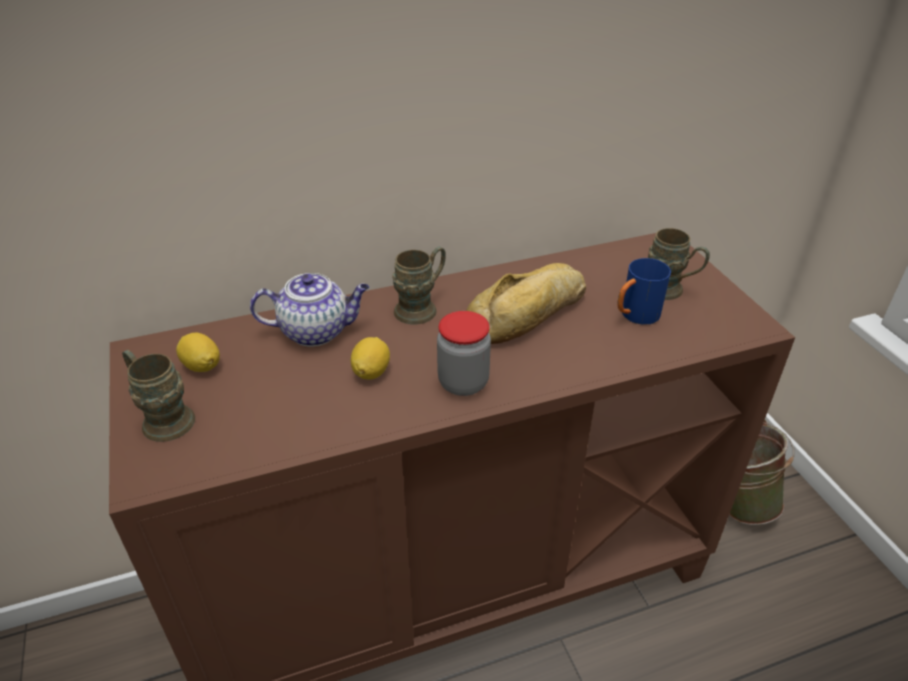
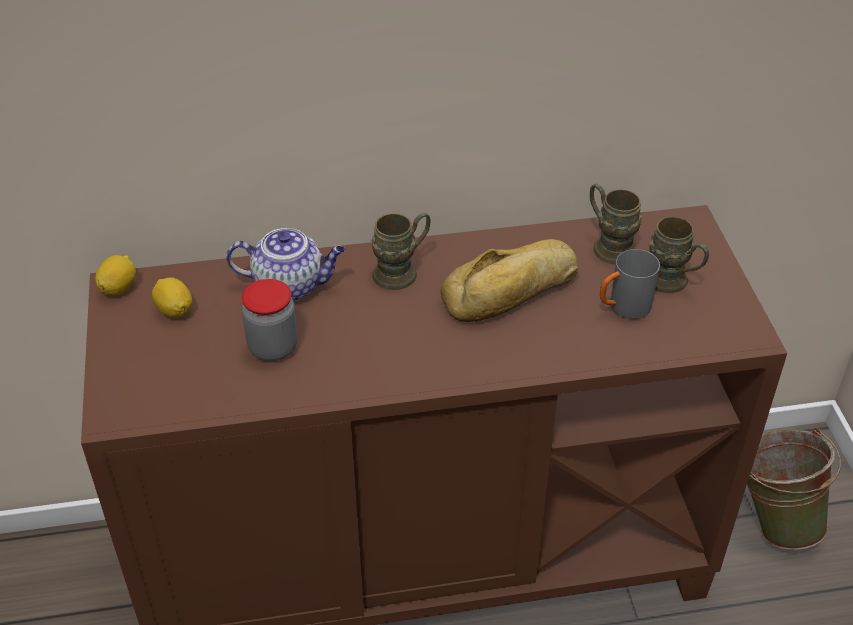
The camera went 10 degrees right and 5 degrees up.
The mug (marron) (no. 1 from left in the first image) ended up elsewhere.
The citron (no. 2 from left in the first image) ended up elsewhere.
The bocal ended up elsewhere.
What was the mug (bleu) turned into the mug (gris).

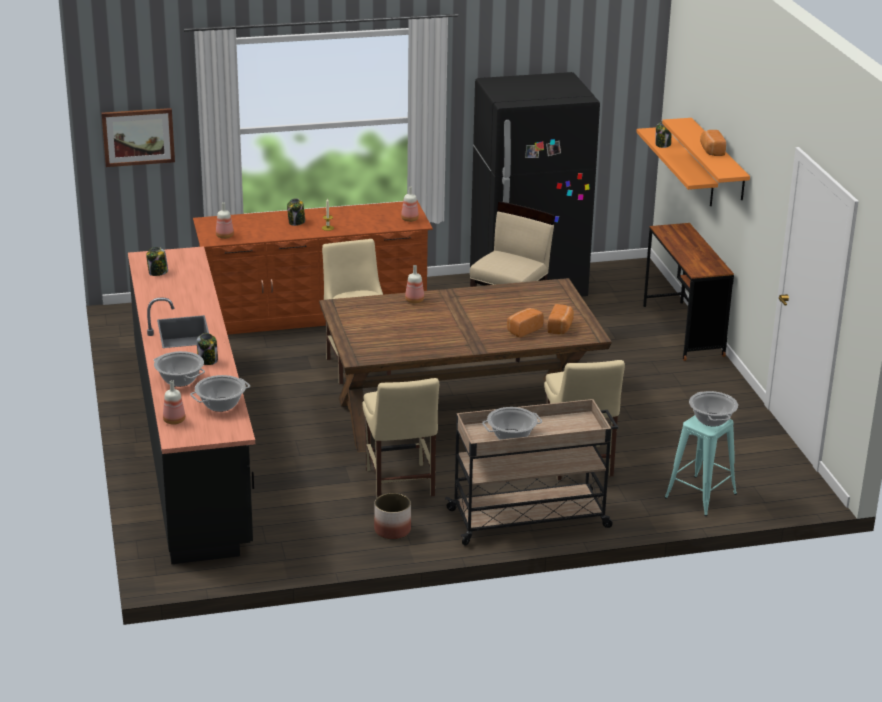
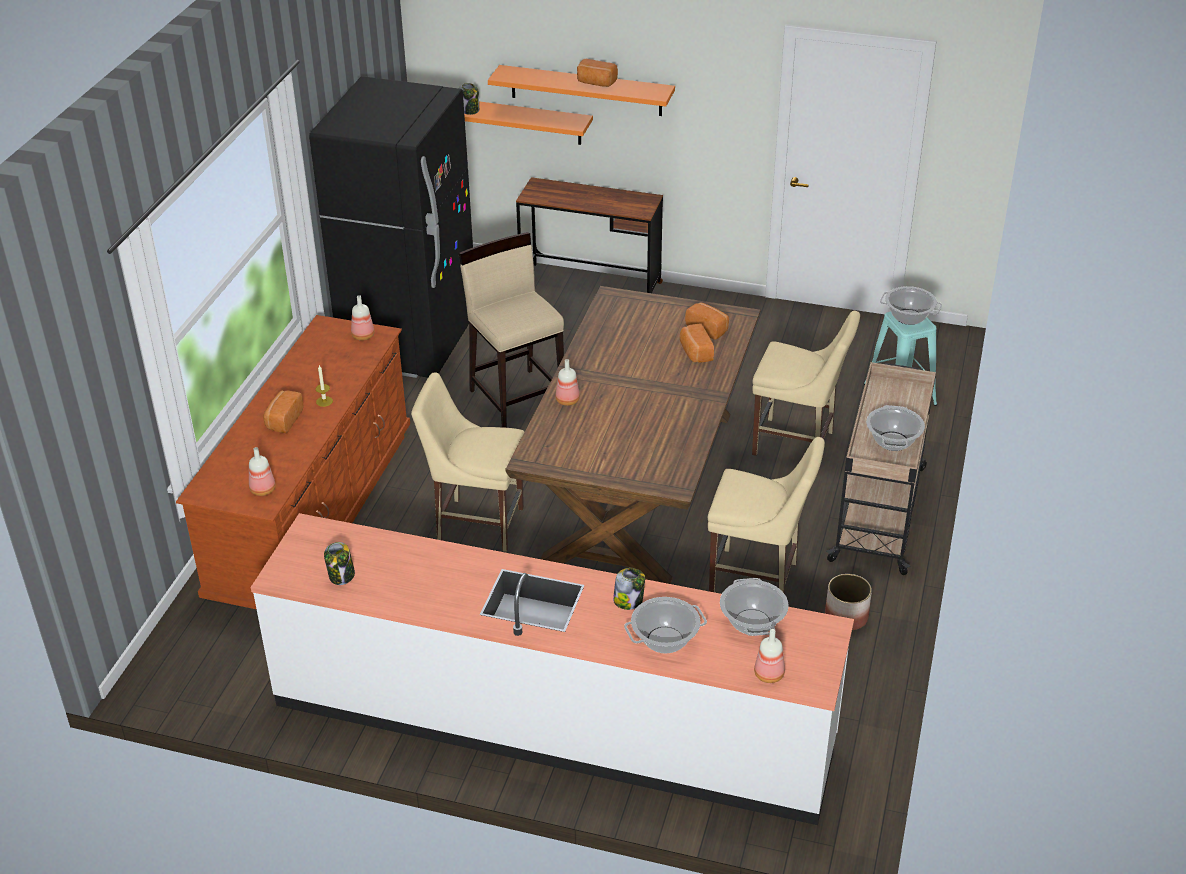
The camera went 60 degrees left and 10 degrees up.
The second view lost the tableau.
Where the bocal (no. 3 from left) stood, the pain (no. 1 from left) came to stand.
What was the comptoir de cuisine (noir) turned into the comptoir de cuisine (blanc).

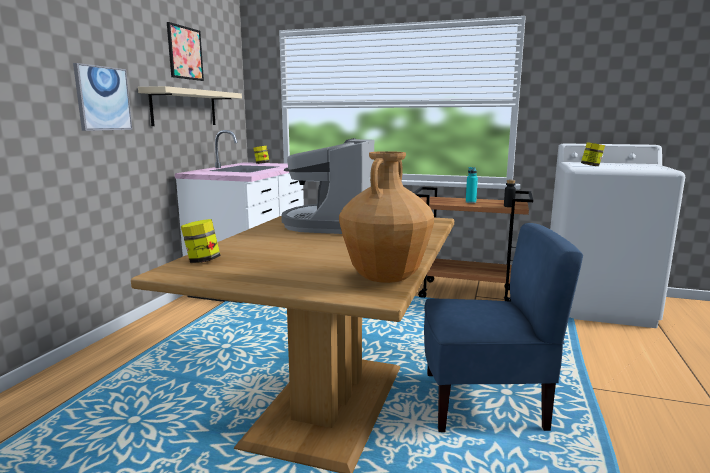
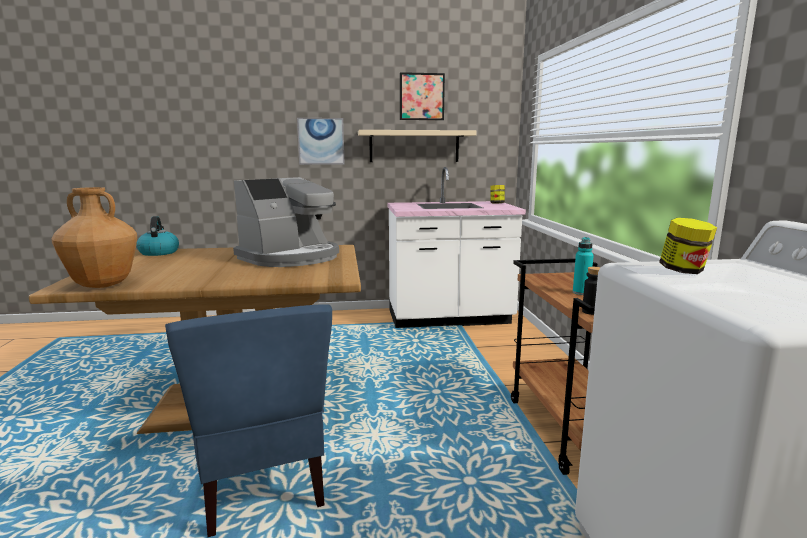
The camera went 65 degrees right and 0 degrees up.
Where the bocal (no. 1 from left) stood, the bouilloire came to stand.
The machine à café ended up facing another way, 150 degrees clockwise from before.

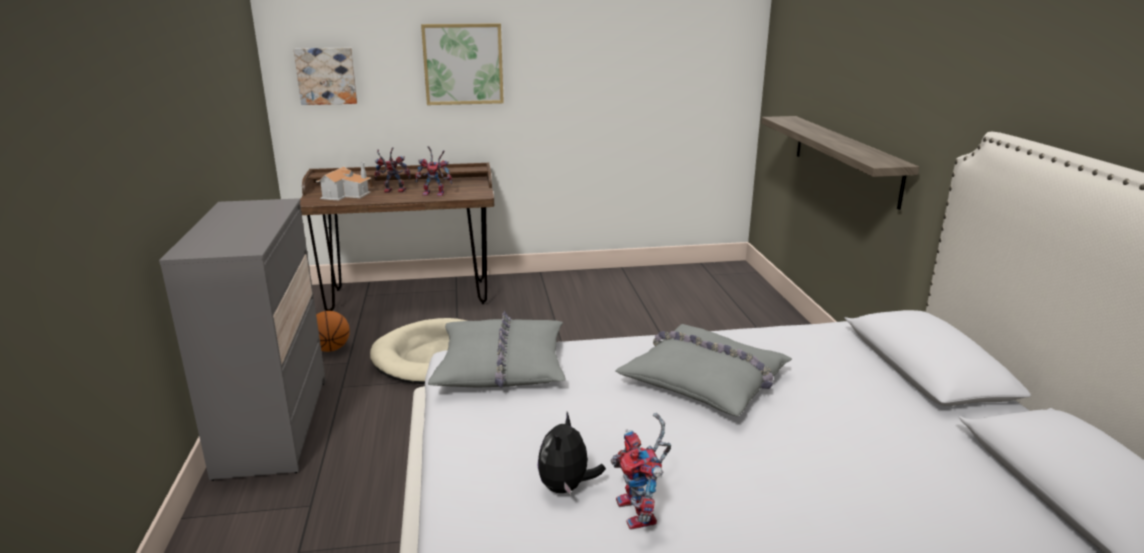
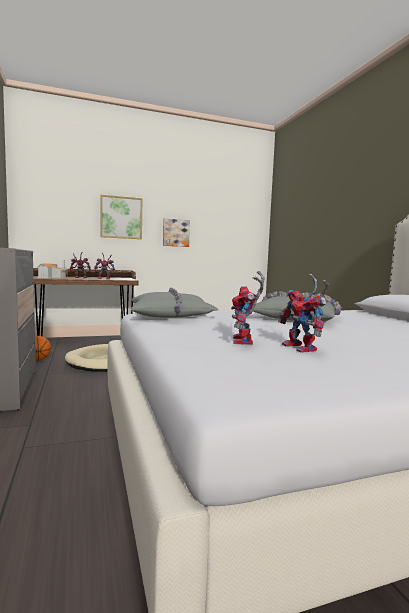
The camera went 10 degrees left and 15 degrees down.
The second view lost the étagère.
The tableau (no. 1 from left in the first image) ended up elsewhere.
Where the peluche stood, the robot jouet (no. 3 from left) came to stand.

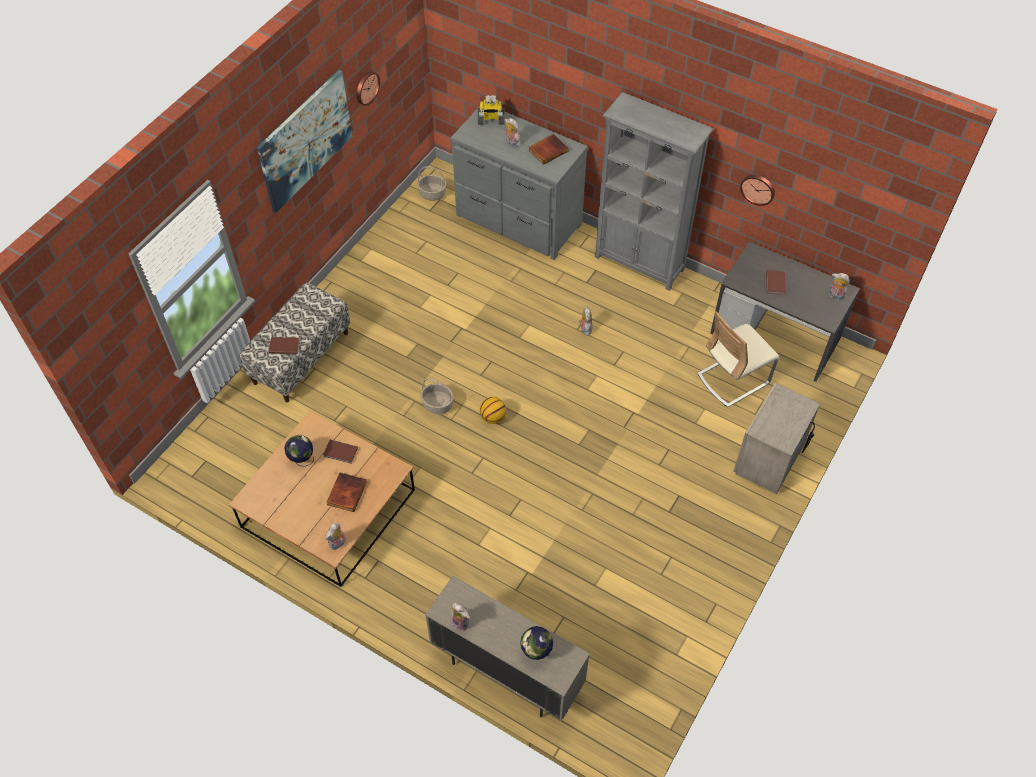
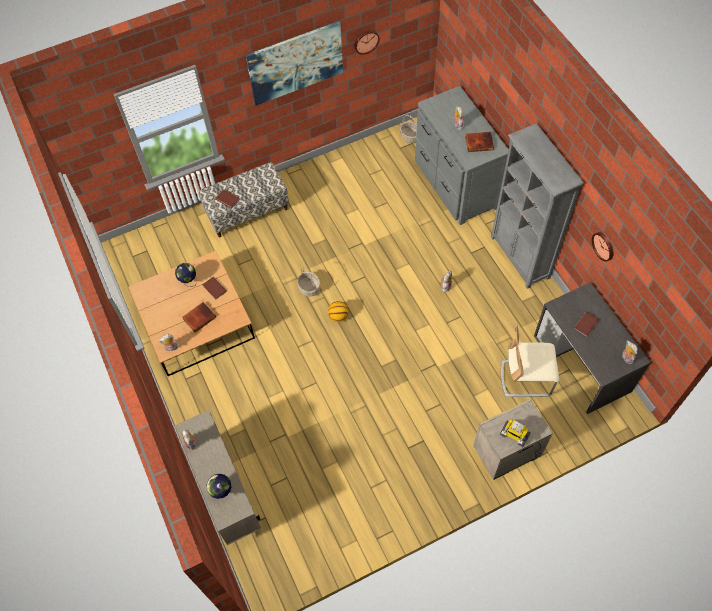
The camera went 35 degrees right and 5 degrees up.
The robot jouet ended up elsewhere.

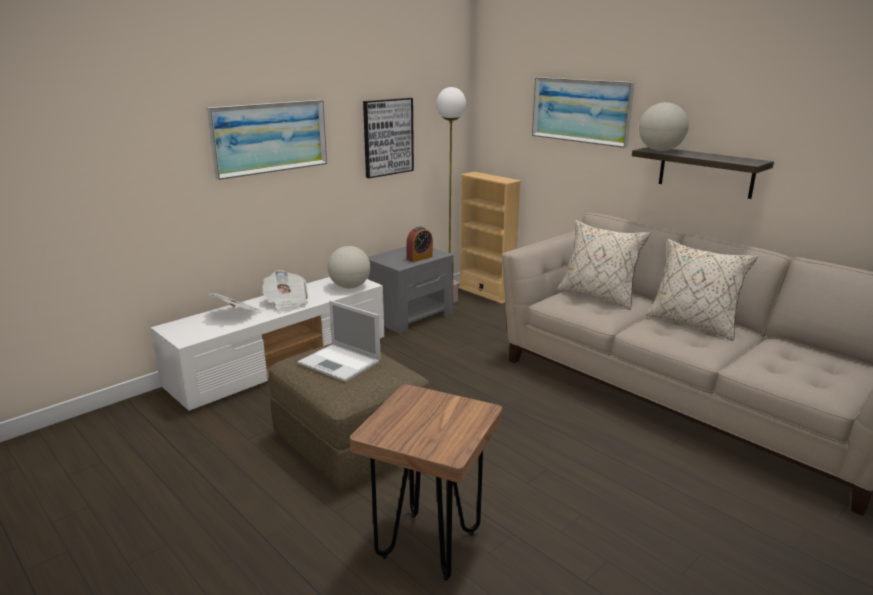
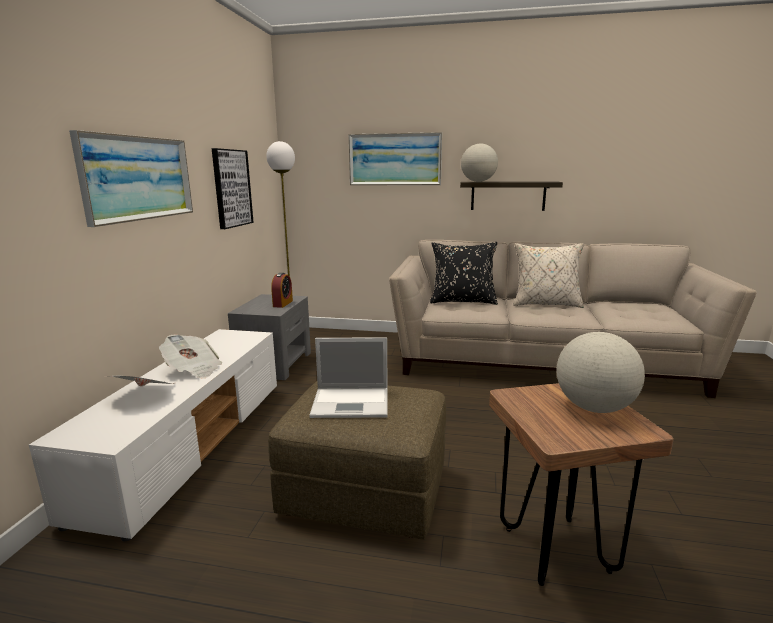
The camera went 35 degrees left and 5 degrees down.
The second view lost the bibliothèque (beige).
The globe (no. 1 from left in the first image) ended up elsewhere.
What was the coussin (beige) (no. 1 from left) turned into the coussin (noir).

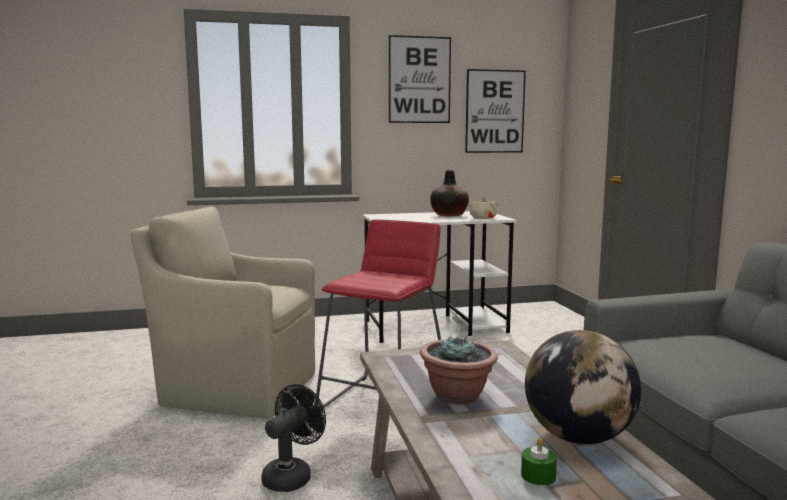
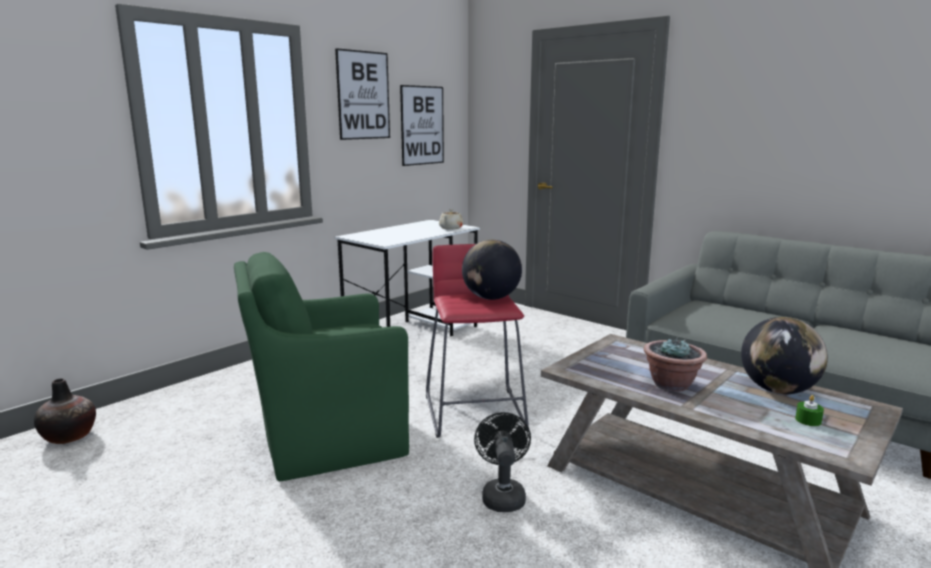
The camera went 35 degrees left and 5 degrees up.
The second view gained the globe (no. 1 from left).
The vase ended up elsewhere.
What was the fauteuil (beige) turned into the fauteuil (vert).

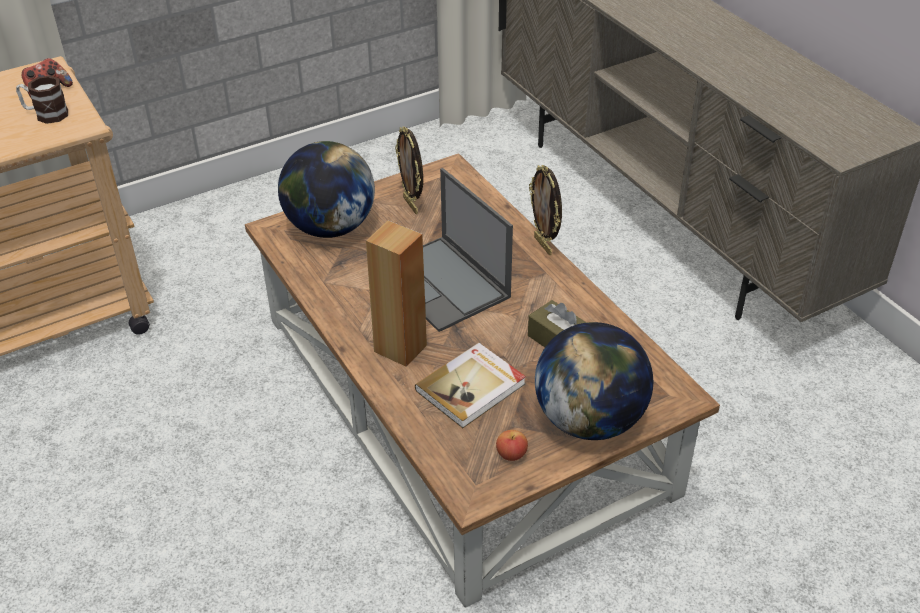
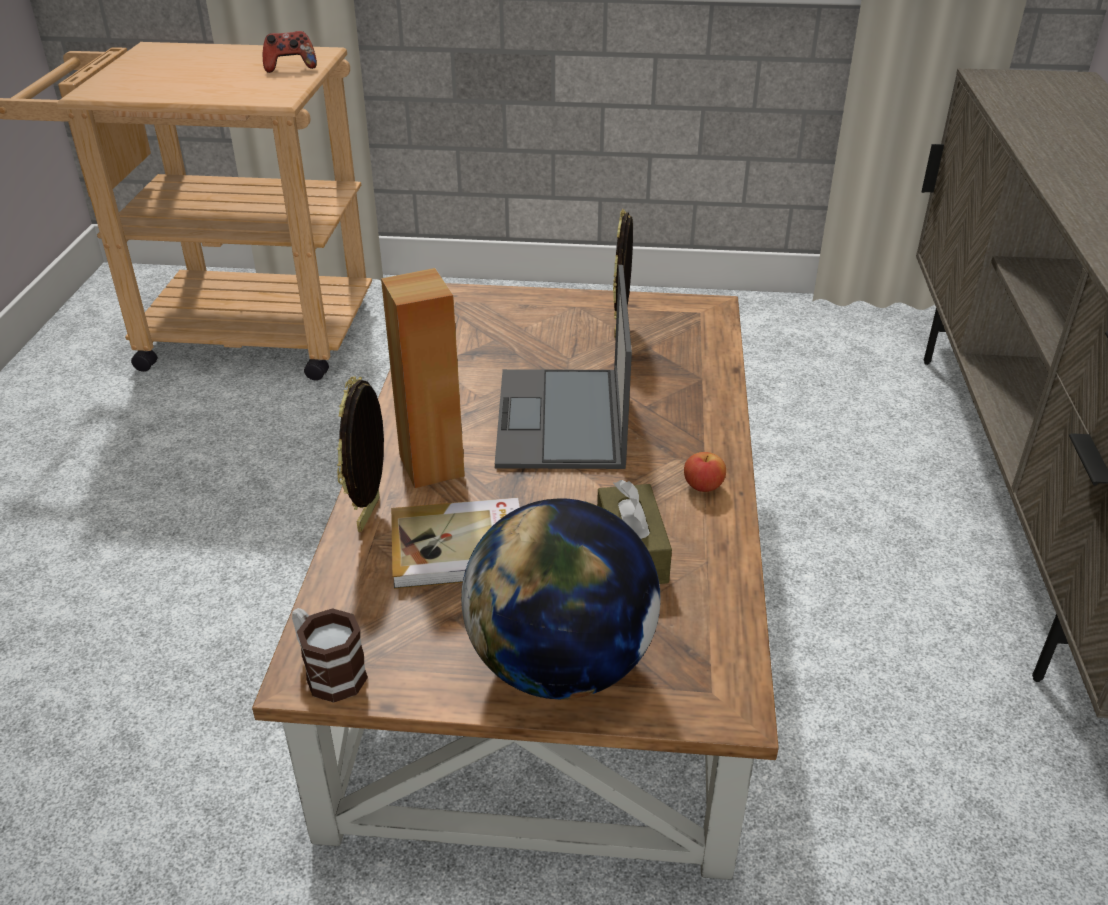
The camera went 35 degrees right and 5 degrees down.
The second view lost the globe (no. 1 from left).
The mug ended up elsewhere.
The pomme ended up elsewhere.
The cadre photo (no. 2 from left in the first image) ended up elsewhere.

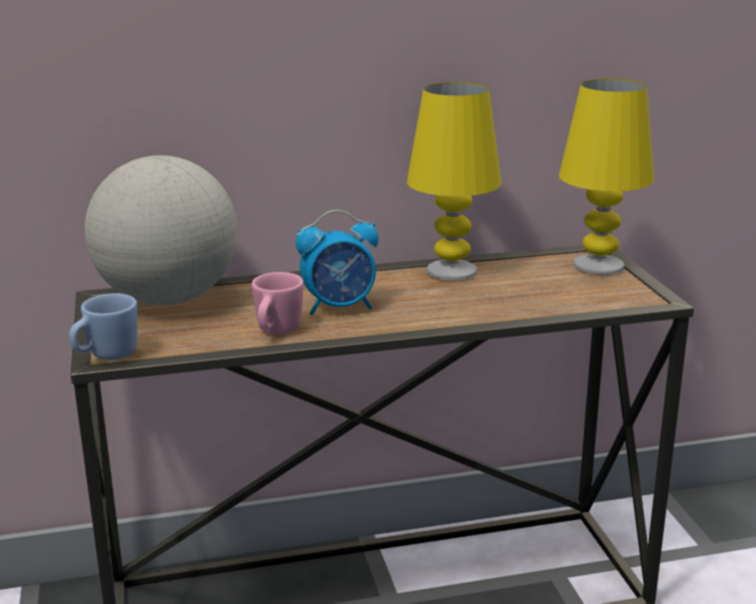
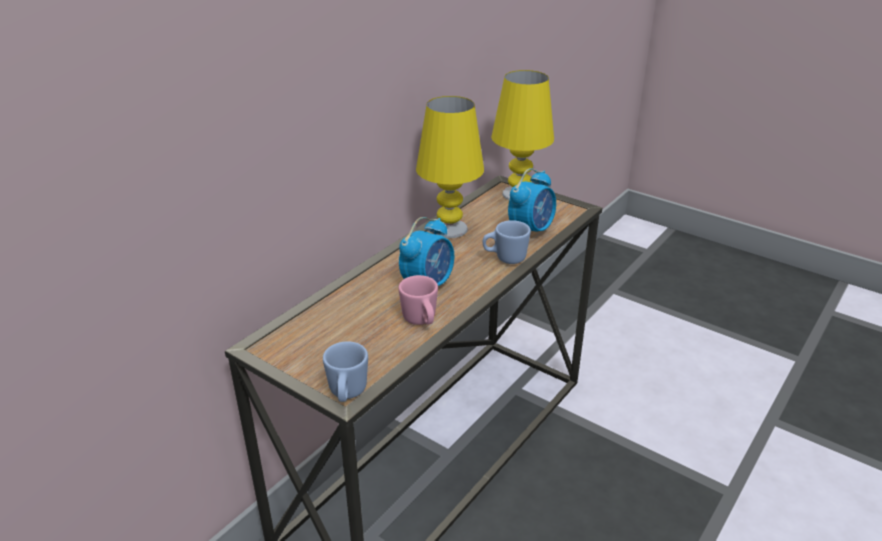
The camera went 40 degrees left and 10 degrees up.
The second view lost the globe.
The second view gained the mug (bleu) (no. 2 from left).
The second view gained the réveil (no. 2 from left).

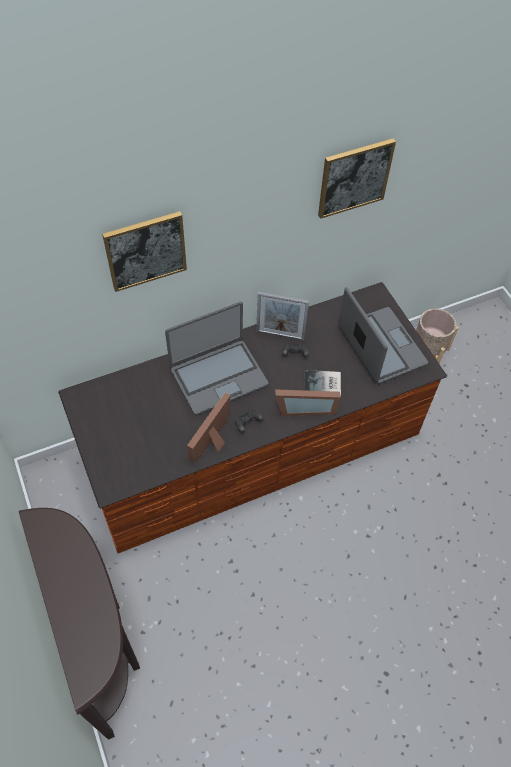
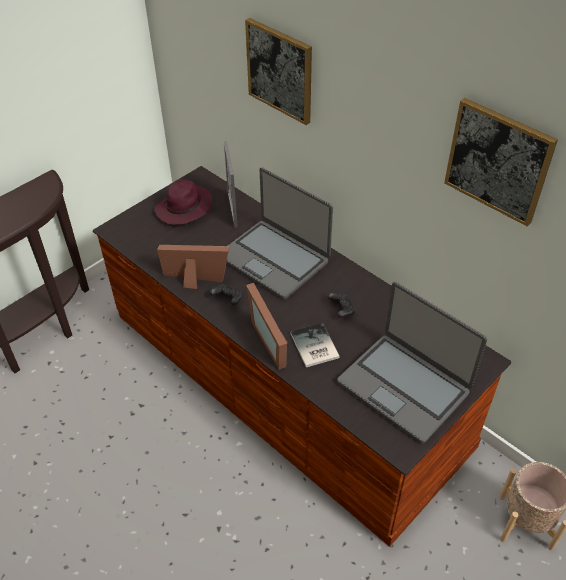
The camera went 70 degrees right and 10 degrees down.
The second view gained the chapeau (violet).
The cadre photo (no. 2 from left) ended up elsewhere.
The ordinateur portable (no. 2 from left) ended up facing another way, 90 degrees clockwise from before.

